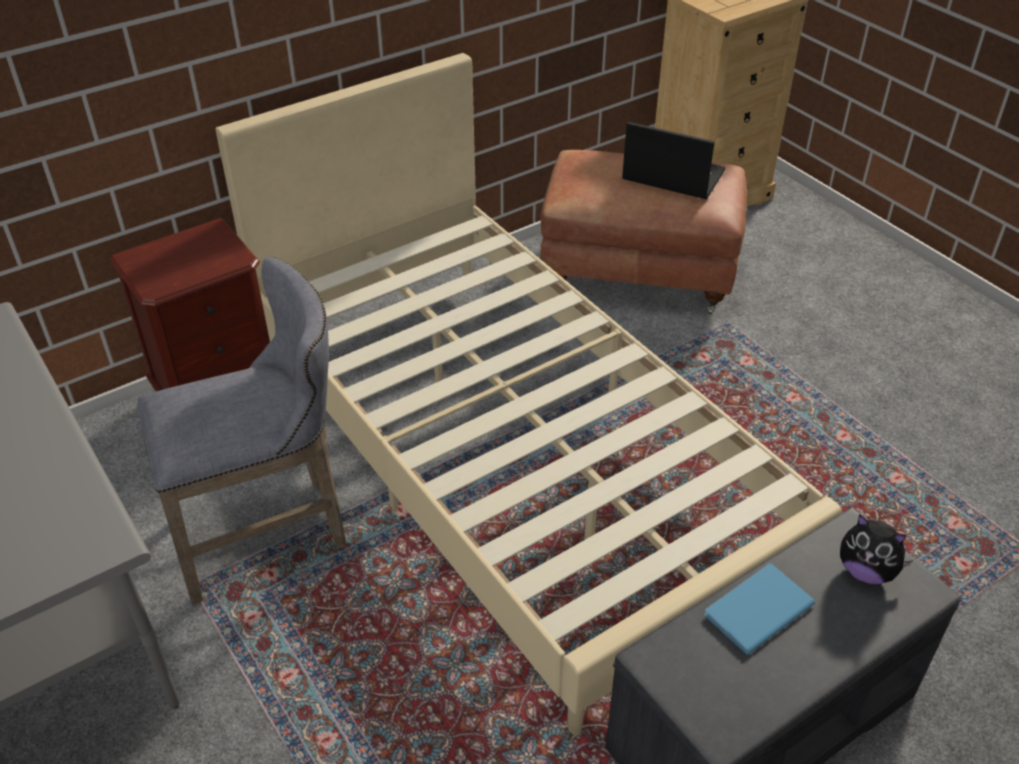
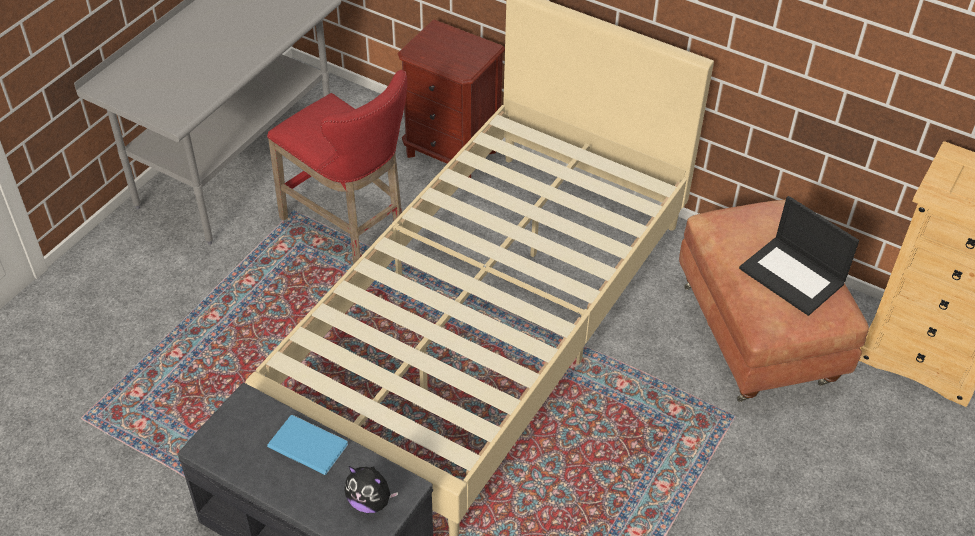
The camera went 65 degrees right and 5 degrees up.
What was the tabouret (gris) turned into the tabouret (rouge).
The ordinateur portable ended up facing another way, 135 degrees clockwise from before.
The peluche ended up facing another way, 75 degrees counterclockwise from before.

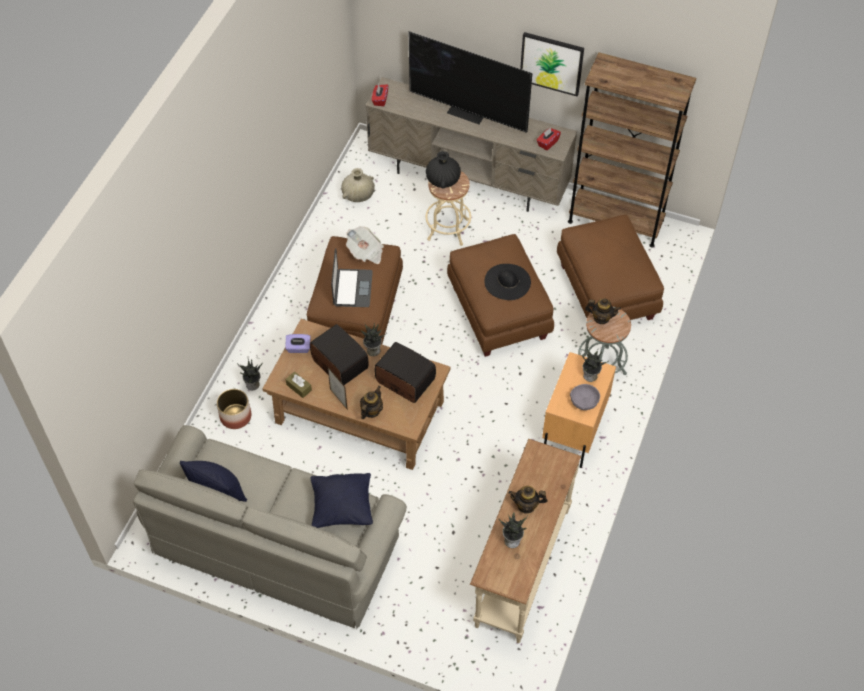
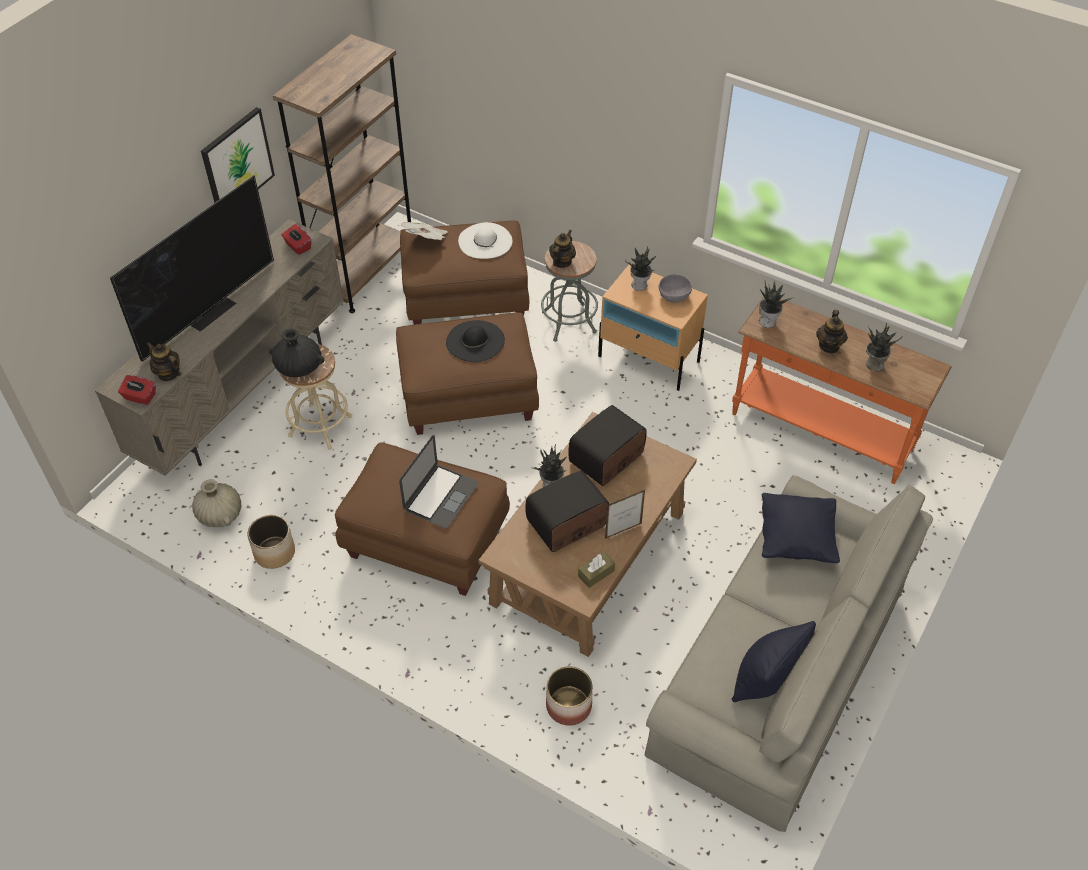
The camera went 80 degrees left and 5 degrees down.
The second view lost the boîte à mouchoirs (violet).
The second view gained the cache-pot (no. 1 from left).
The second view gained the chapeau (blanc).
The plante en pot (no. 1 from left in the first image) ended up elsewhere.
The journal ended up elsewhere.
The théière (no. 1 from left) ended up elsewhere.
What was the table console (beige) turned into the table console (orange).
The ordinateur portable ended up facing another way, 105 degrees clockwise from before.

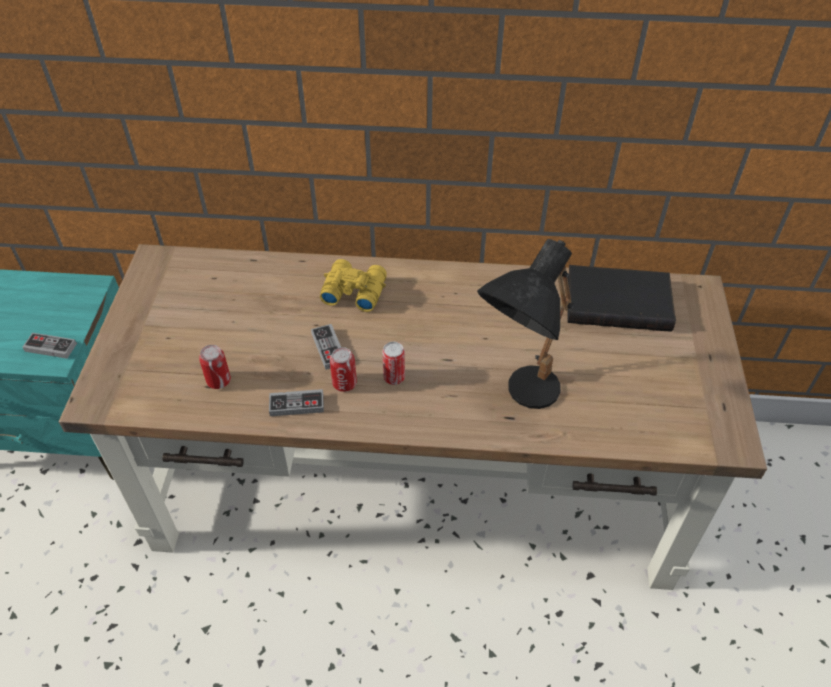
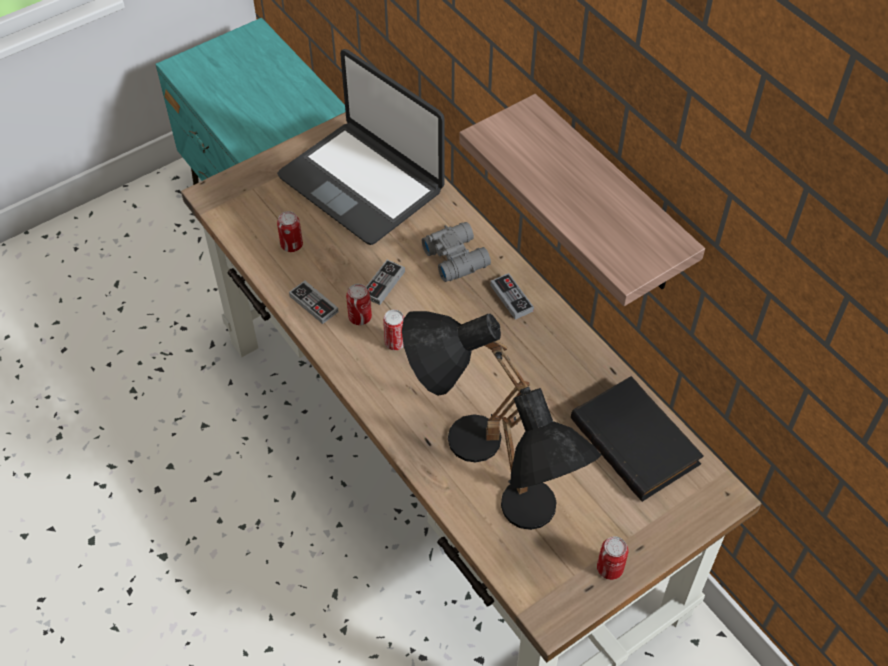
The camera went 50 degrees right and 5 degrees up.
The second view gained the ordinateur portable.
The second view gained the étagère.
The second view gained the lampe de table (noir) (no. 2 from left).
The second view gained the boîte métallique (no. 4 from left).
The manette (no. 1 from left in the first image) ended up elsewhere.
What was the jumelles (jaune) turned into the jumelles (gris).

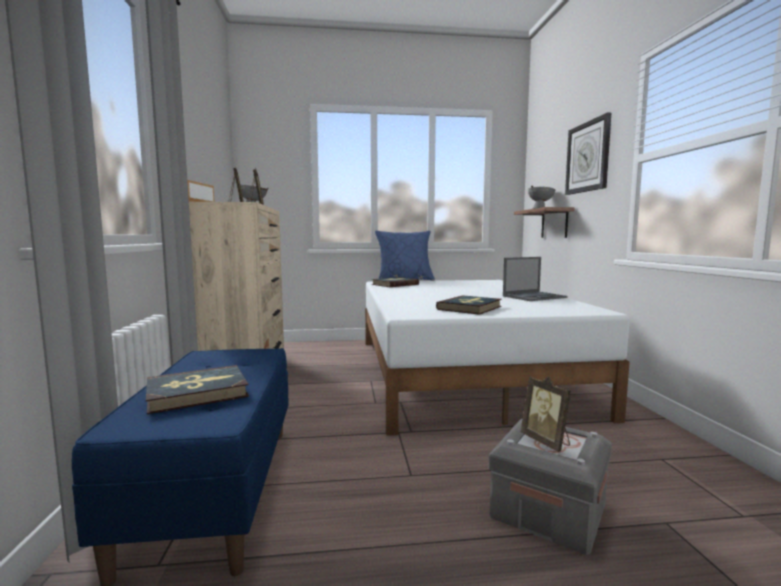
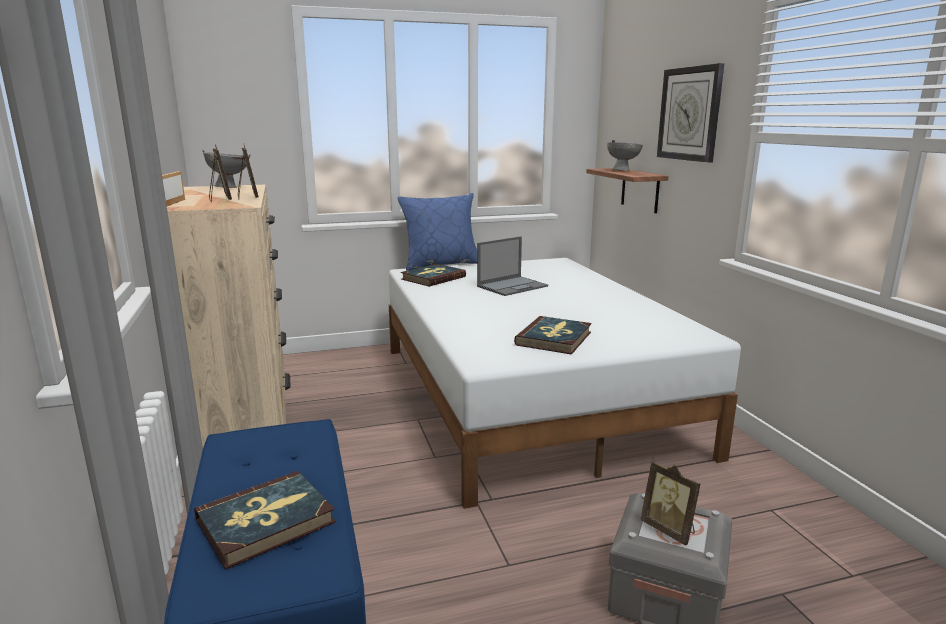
The camera went 10 degrees left and 10 degrees up.
The ordinateur portable ended up elsewhere.

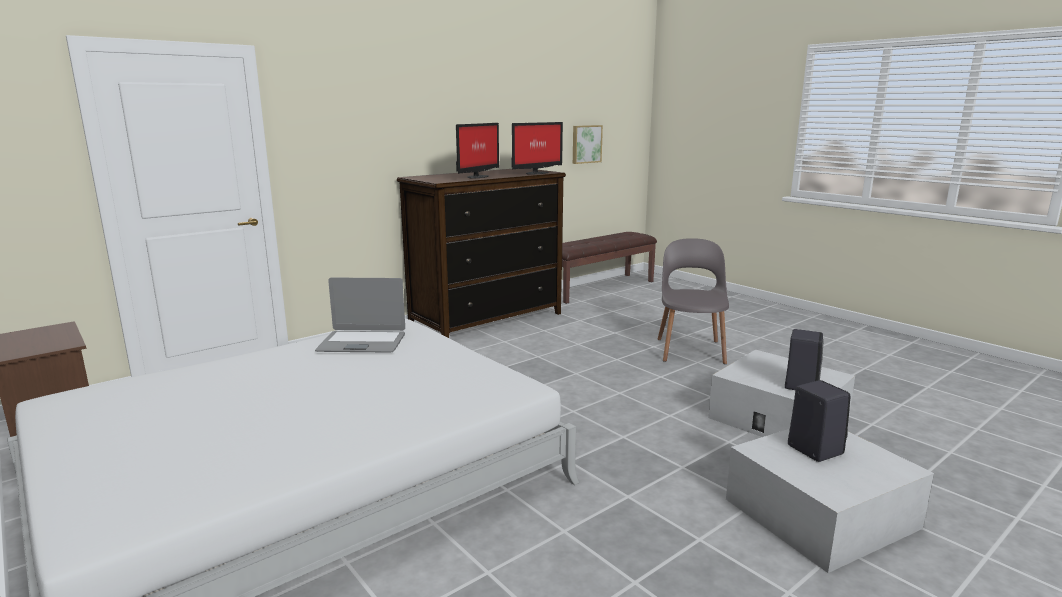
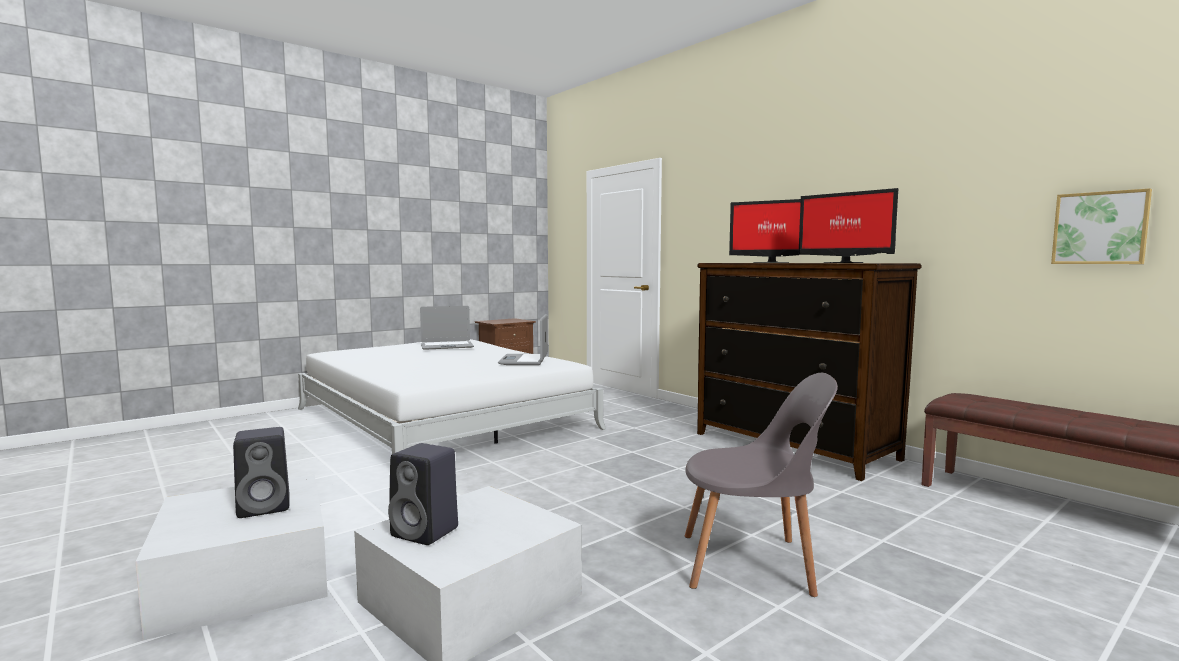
The camera went 90 degrees right and 10 degrees down.
The second view gained the ordinateur portable (no. 1 from left).

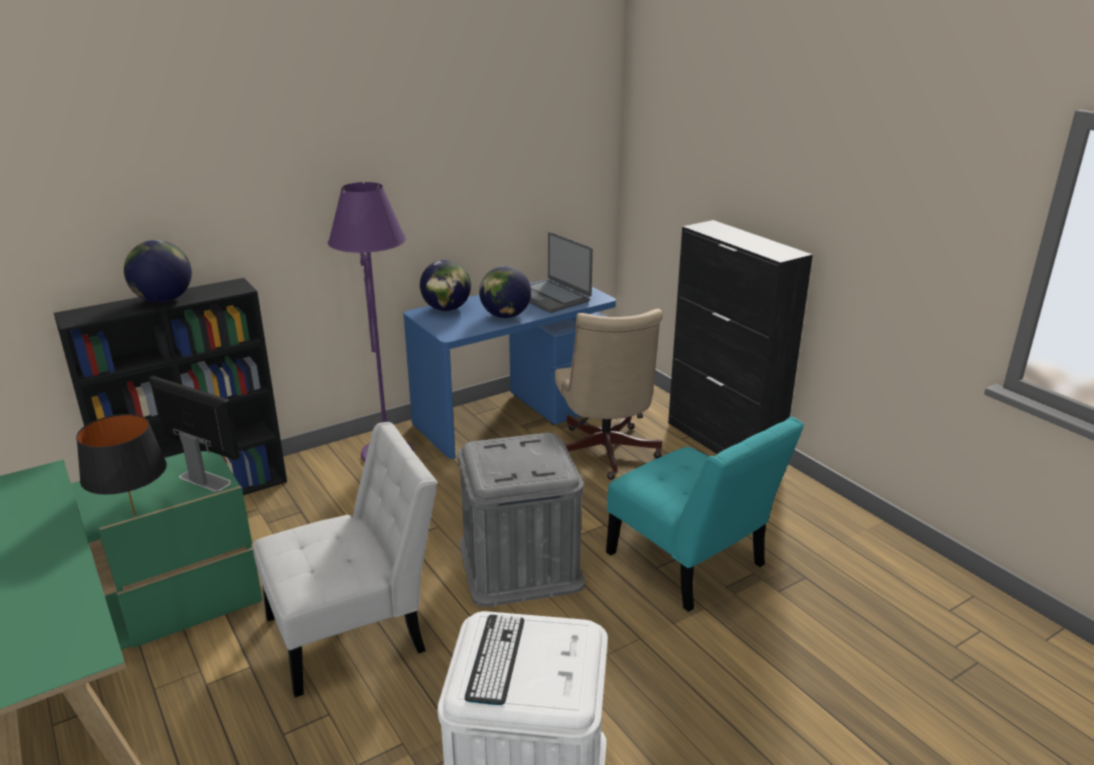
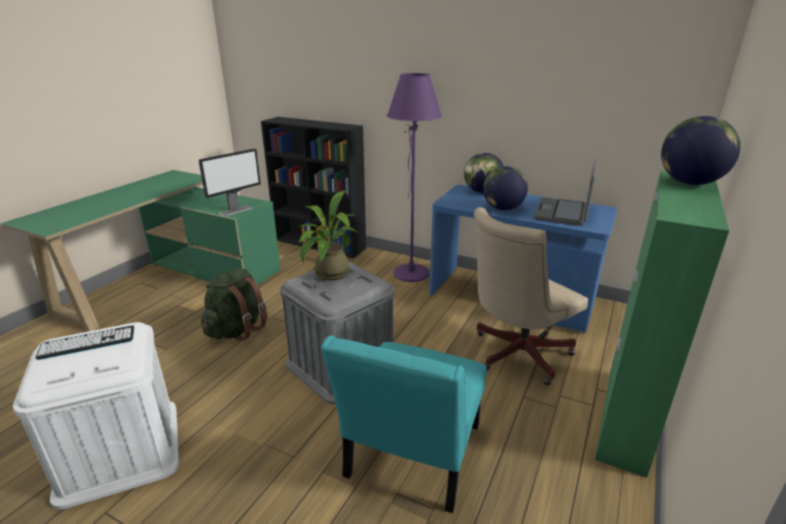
The camera went 60 degrees right and 0 degrees up.
The second view lost the lampe de table (noir).
The second view gained the plante en pot.
The globe (no. 1 from left in the first image) ended up elsewhere.
Where the chaise (blanc) stood, the sac à dos (vert) came to stand.
What was the meuble de rangement (noir) turned into the meuble de rangement (vert).
The écran d'ordinateur ended up facing another way, 45 degrees clockwise from before.

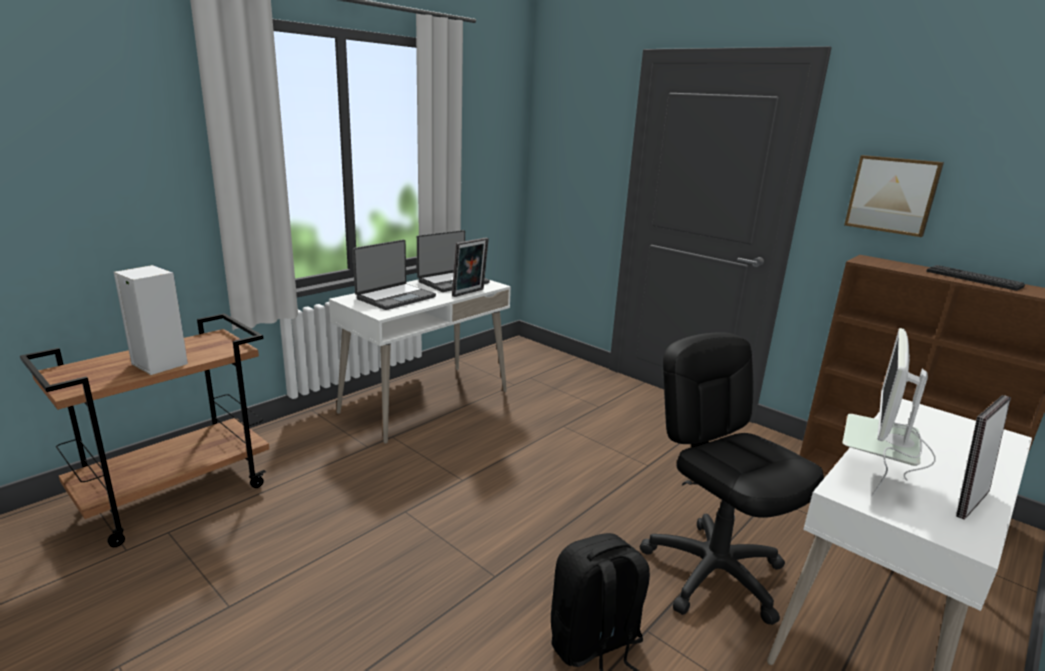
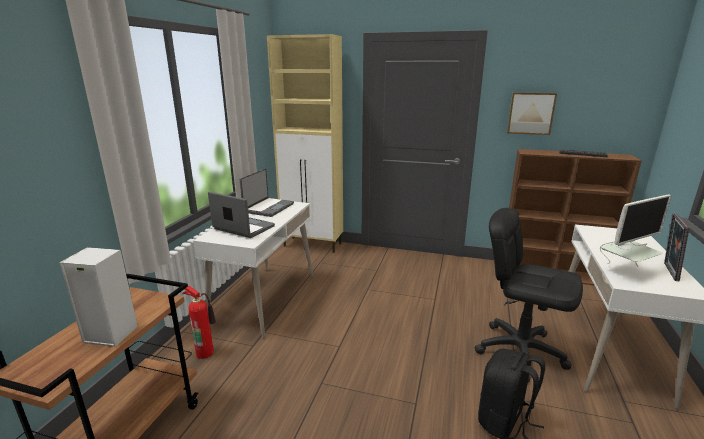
The camera went 25 degrees left and 0 degrees up.
The second view lost the cadre photo (no. 1 from left).
The second view gained the extincteur.
The second view gained the meuble de rangement (beige).
The ordinateur portable (no. 1 from left) ended up facing another way, 75 degrees counterclockwise from before.
The écran d'ordinateur ended up facing another way, 120 degrees counterclockwise from before.

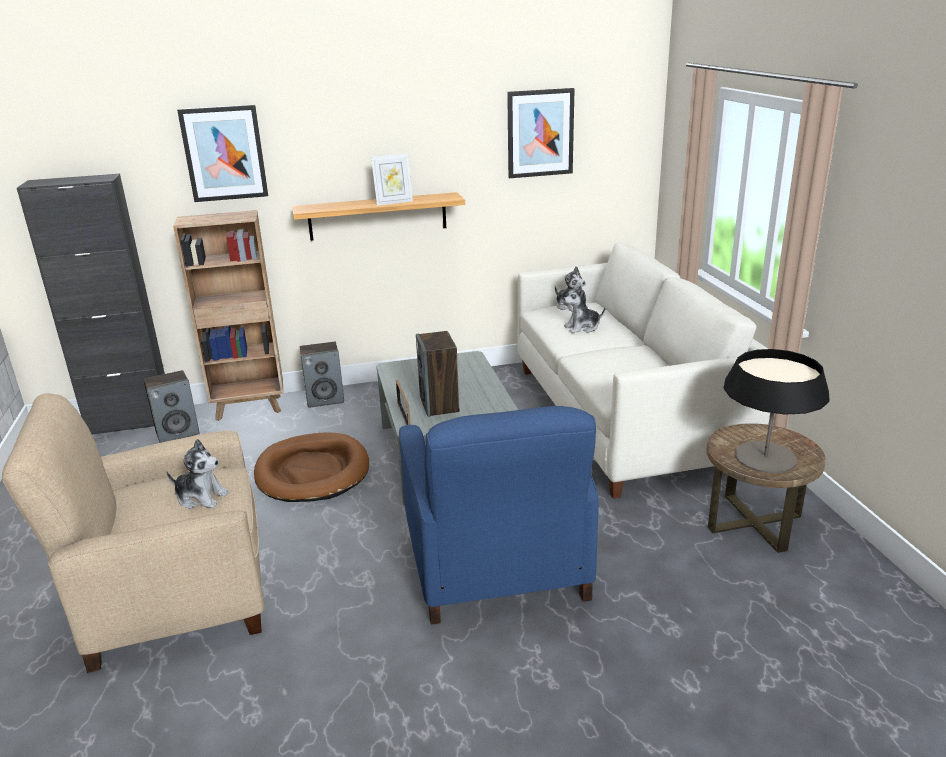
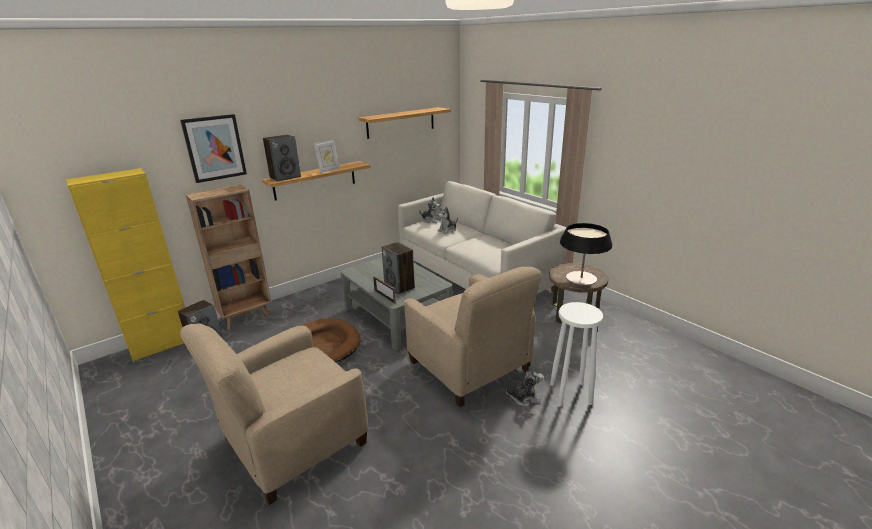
The camera went 25 degrees left and 0 degrees up.
The second view gained the tabouret (blanc).
The peluche (no. 1 from left in the first image) ended up elsewhere.
The enceinte (no. 2 from left) ended up elsewhere.
Where the tableau (no. 2 from left) hung, the étagère (no. 2 from left) came to hang.
What was the meuble de rangement (noir) turned into the meuble de rangement (jaune).
What was the fauteuil (bleu) turned into the fauteuil (beige) (no. 2 from left).

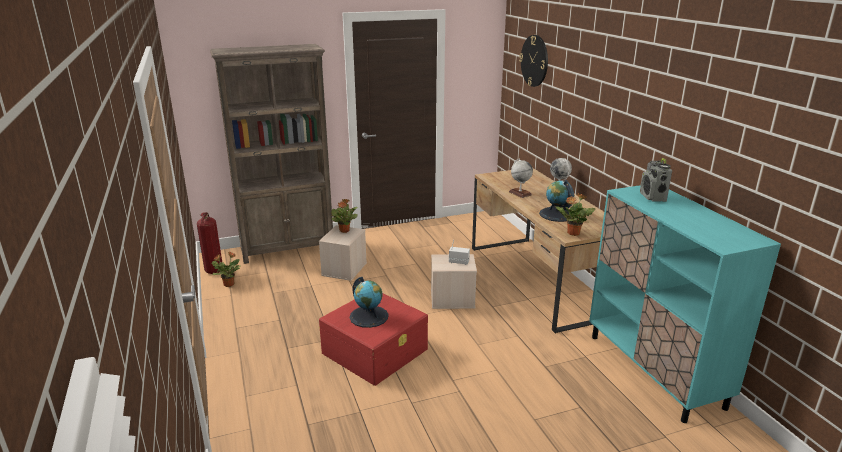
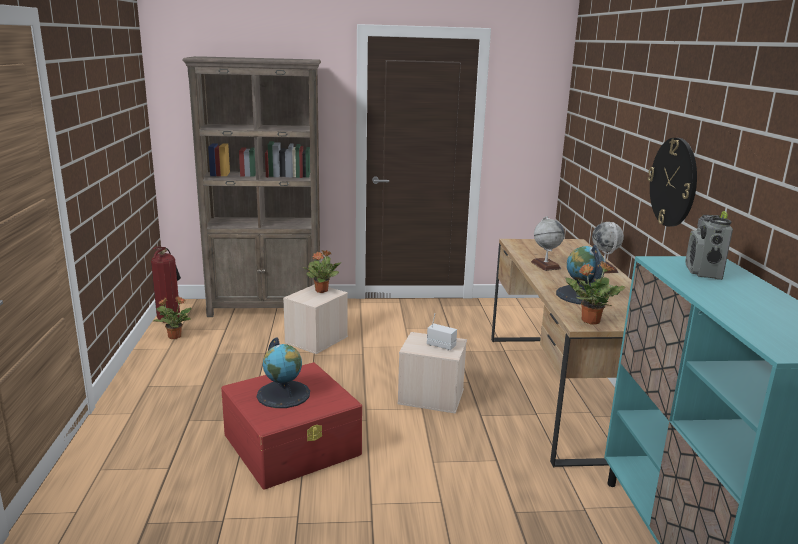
The camera went 15 degrees right and 5 degrees down.
The horloge murale ended up elsewhere.

